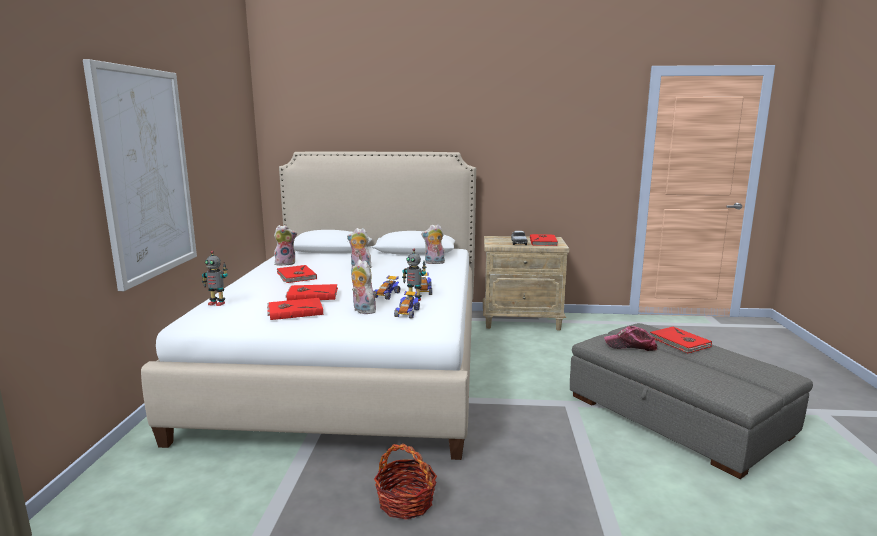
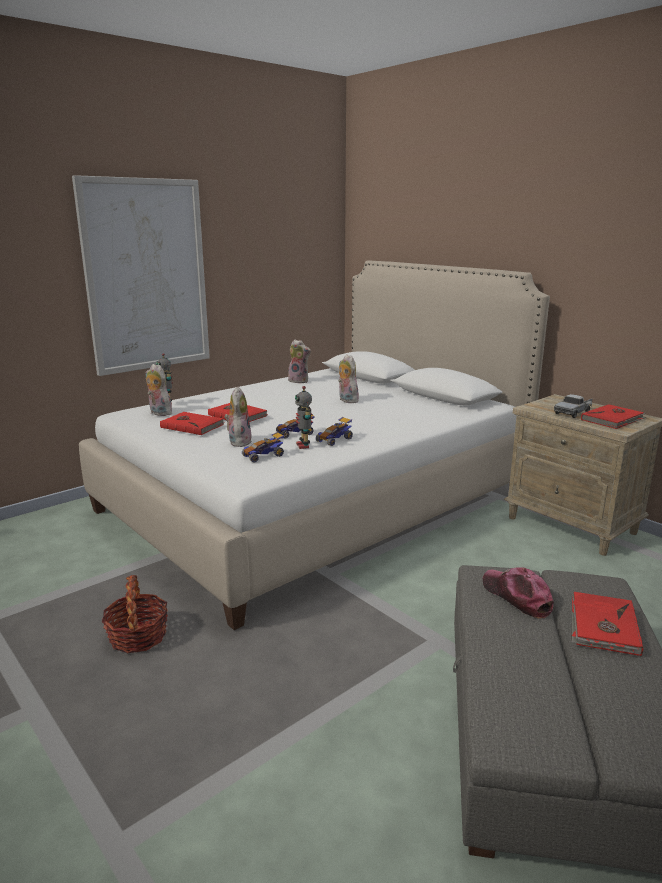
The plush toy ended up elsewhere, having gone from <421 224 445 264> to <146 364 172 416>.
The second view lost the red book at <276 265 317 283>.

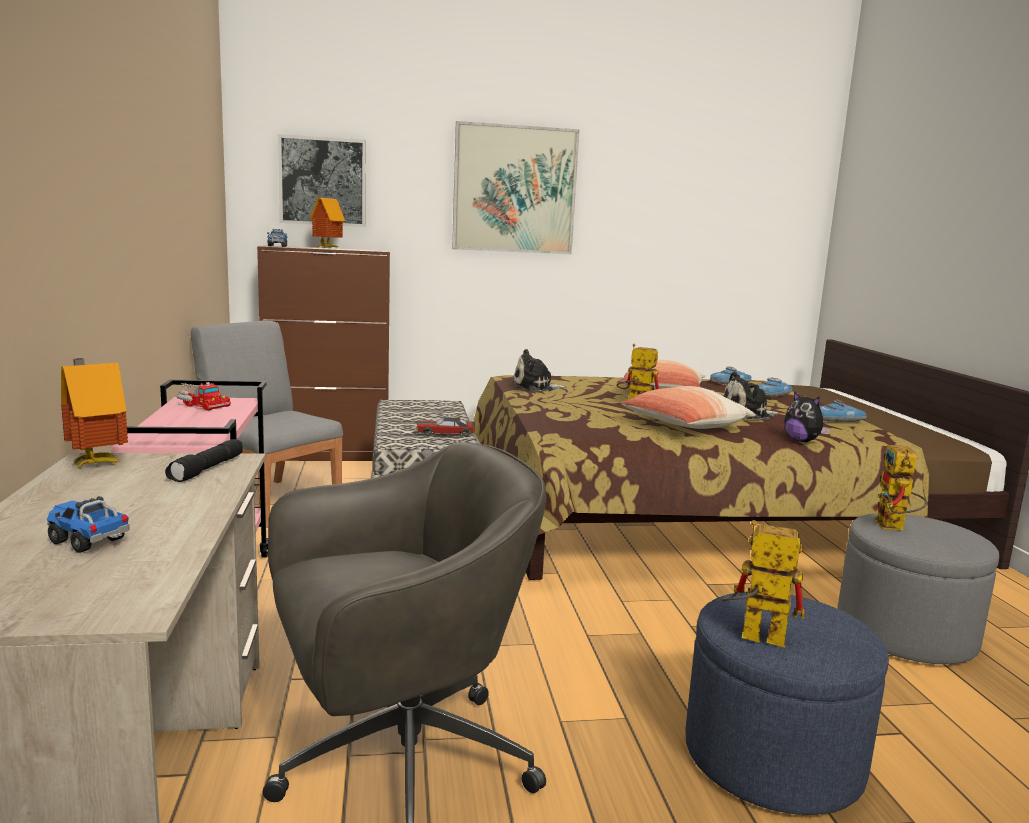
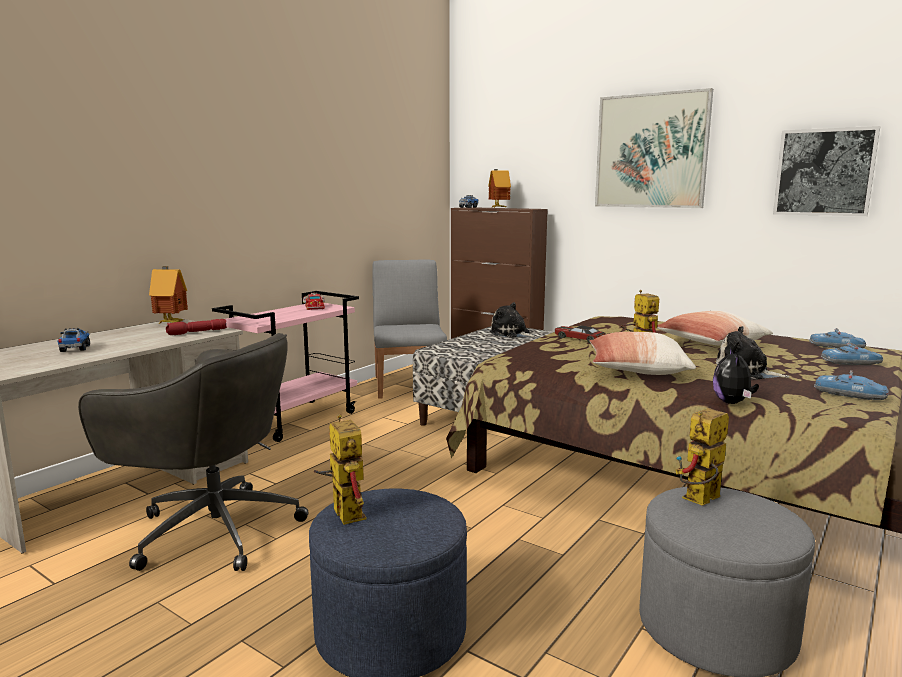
The picture ended up elsewhere, having gone from <278 134 366 227> to <773 126 881 216>.
The plush toy ended up elsewhere, having gone from <513 349 567 391> to <490 302 537 338>.
The toy car ended up elsewhere, having gone from <416 417 476 437> to <554 325 606 343>.
What was the black flashlight at <165 439 243 482> turned into the red flashlight at <166 319 227 335>.

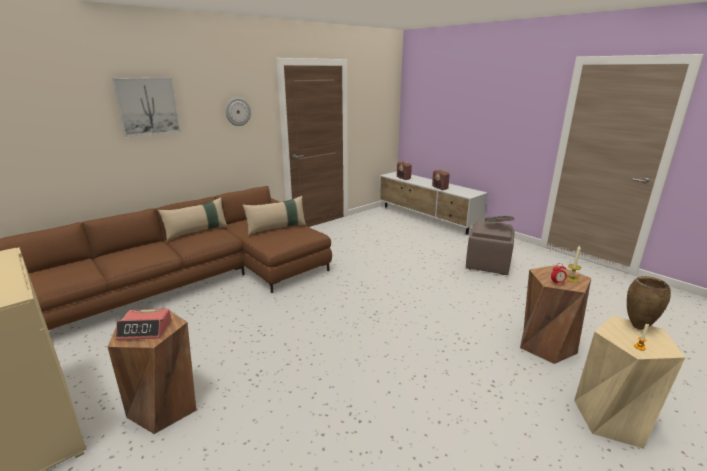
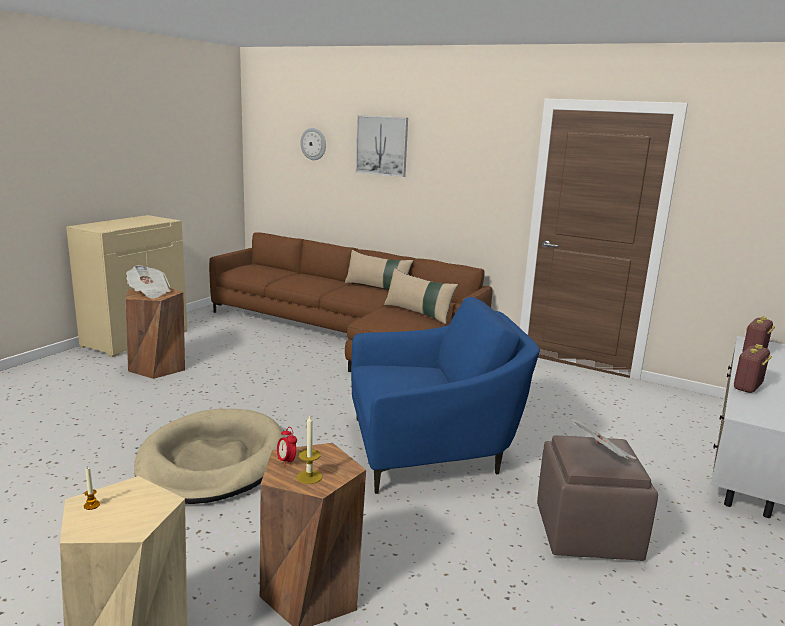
The wall clock ended up elsewhere, having gone from <225 98 251 126> to <300 128 326 160>.
The second view lost the brown vase at <627 276 671 330>.
Where the alarm clock stood at <116 309 172 340>, the newspaper came to stand at <126 265 171 299>.
The second view gained the blue armchair at <351 297 540 494>.
The second view gained the beige dog bed at <134 409 285 504>.

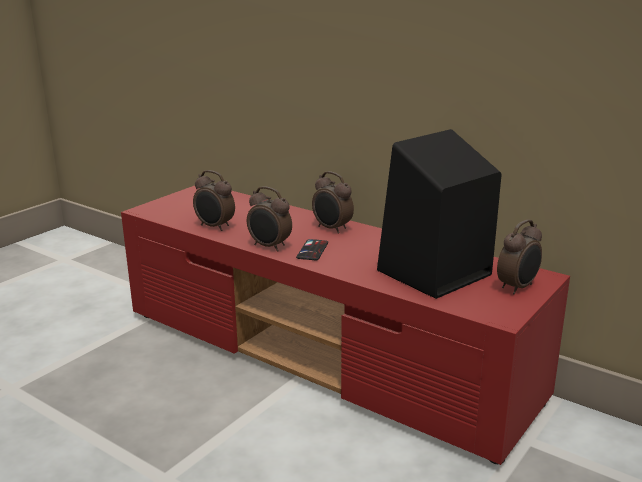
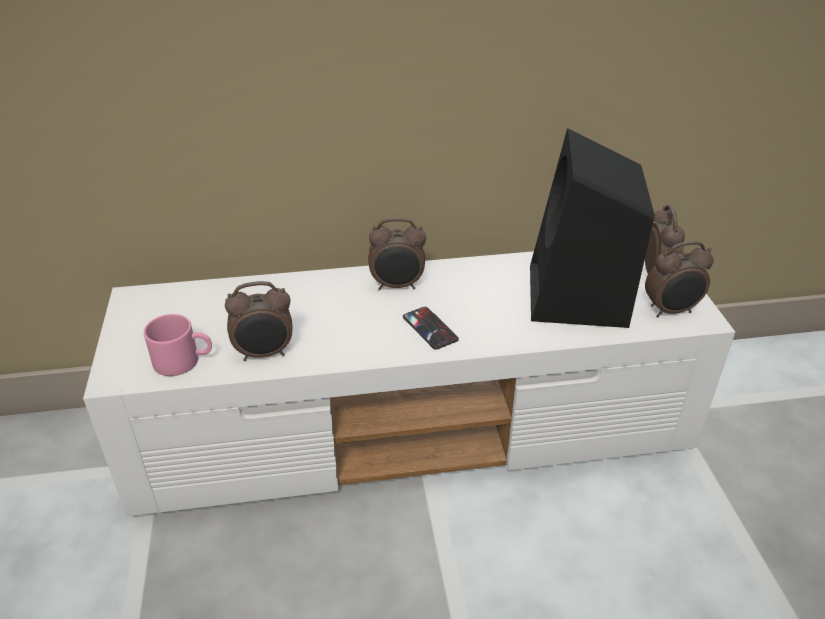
What was the red tv stand at <121 186 570 465> turned into the white tv stand at <83 251 735 516>.
The alarm clock ended up elsewhere, having gone from <247 186 292 251> to <645 241 714 317>.
The second view gained the pink mug at <144 314 212 376>.

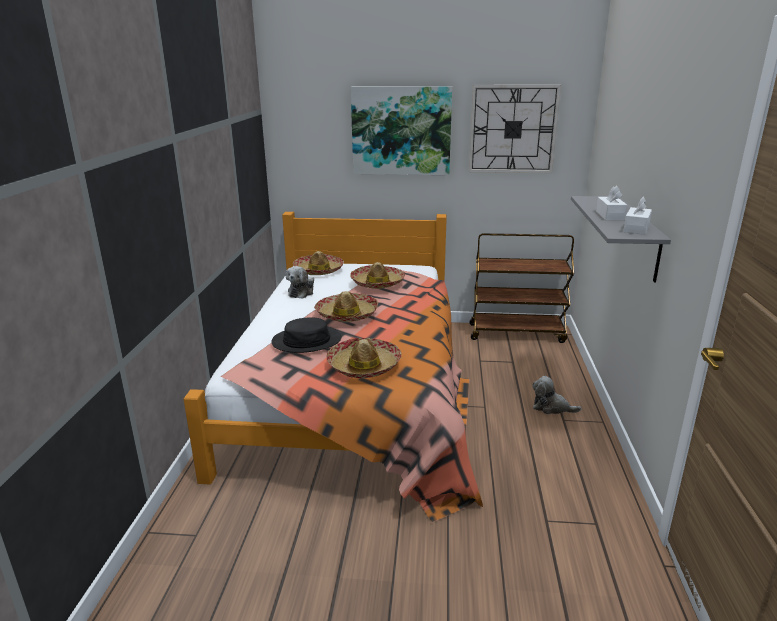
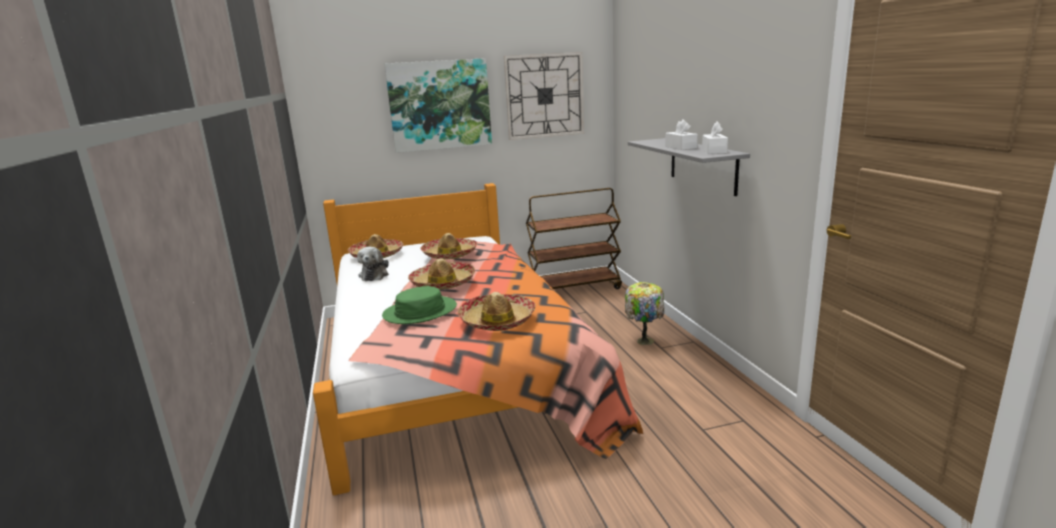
What was the black hat at <271 317 342 353> turned into the green hat at <382 286 457 324>.
Where the plush toy stood at <532 376 581 414>, the table lamp came to stand at <625 282 664 345>.

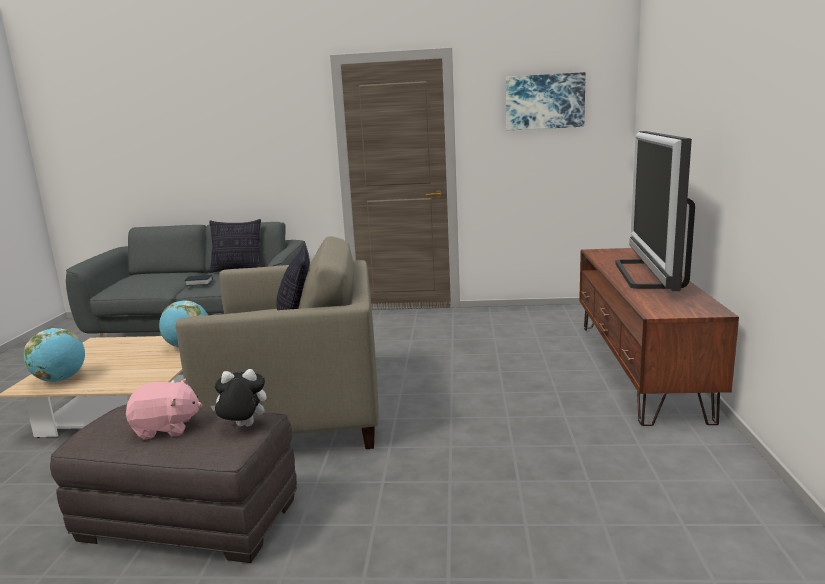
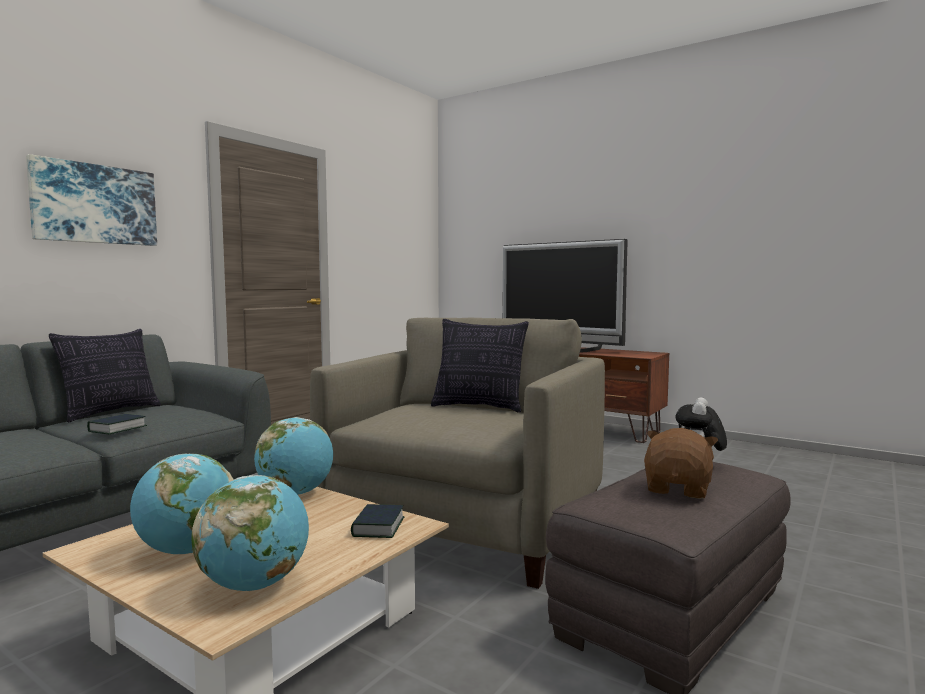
The picture ended up elsewhere, having gone from <506 72 586 130> to <26 154 157 246>.
What was the pink plush toy at <126 379 202 439> turned into the brown plush toy at <644 428 718 499>.
The second view gained the globe at <130 454 234 554>.
The second view gained the book at <351 504 404 538>.

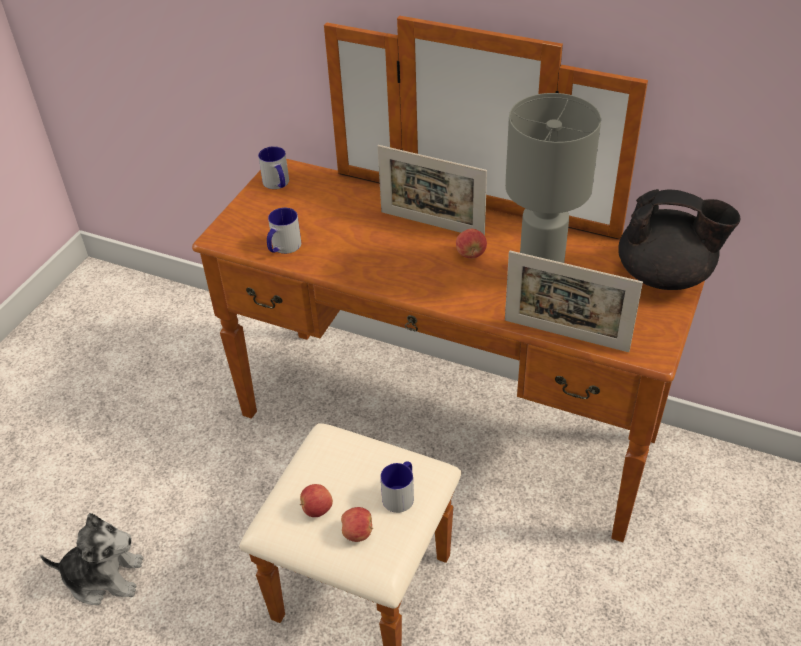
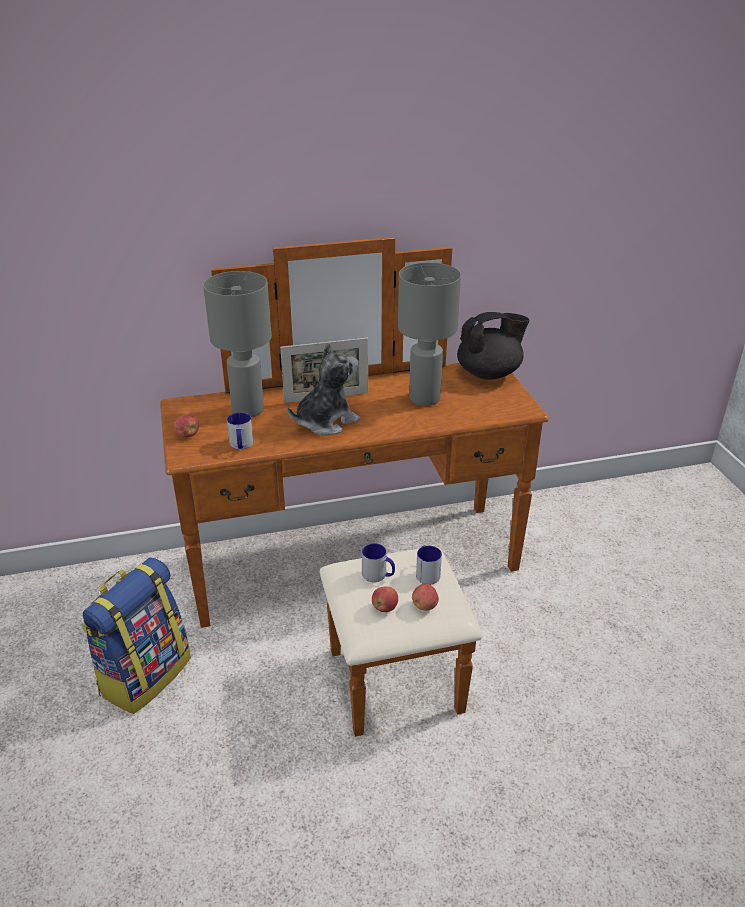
The mug ended up elsewhere, having gone from <258 146 289 189> to <362 543 395 582>.
The apple ended up elsewhere, having gone from <456 229 487 259> to <174 414 199 438>.
The second view lost the picture frame at <505 251 643 352>.
The plush toy ended up elsewhere, having gone from <40 513 144 605> to <288 343 360 435>.
The second view gained the grey table lamp at <203 271 272 417>.
The second view gained the backpack at <81 557 191 714>.

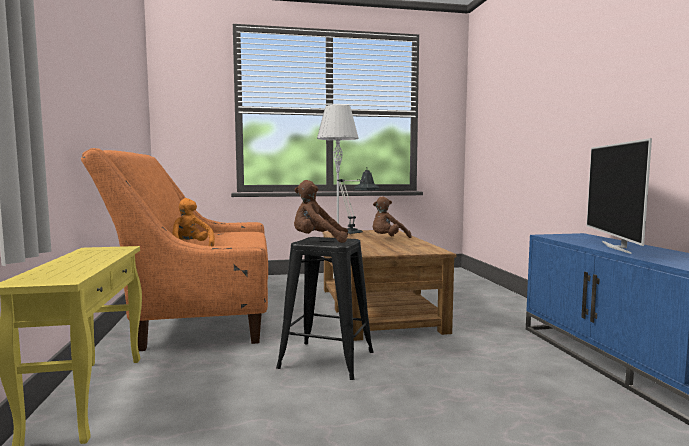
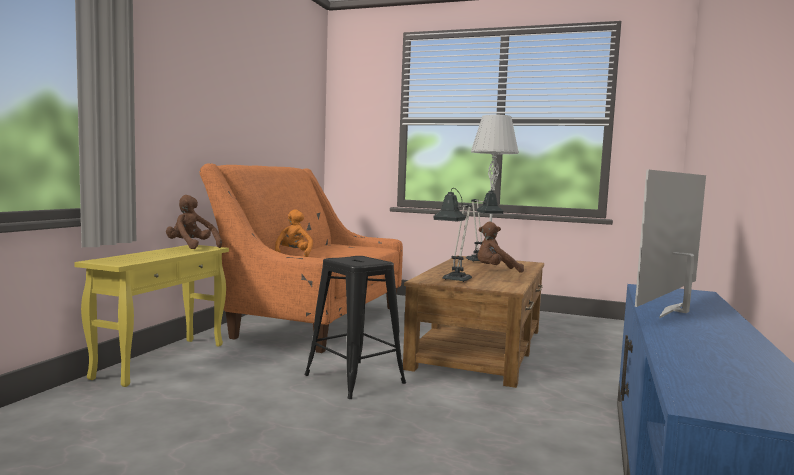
The brown plush toy ended up elsewhere, having gone from <294 180 348 243> to <166 195 222 249>.
The second view gained the table lamp at <433 188 472 282>.

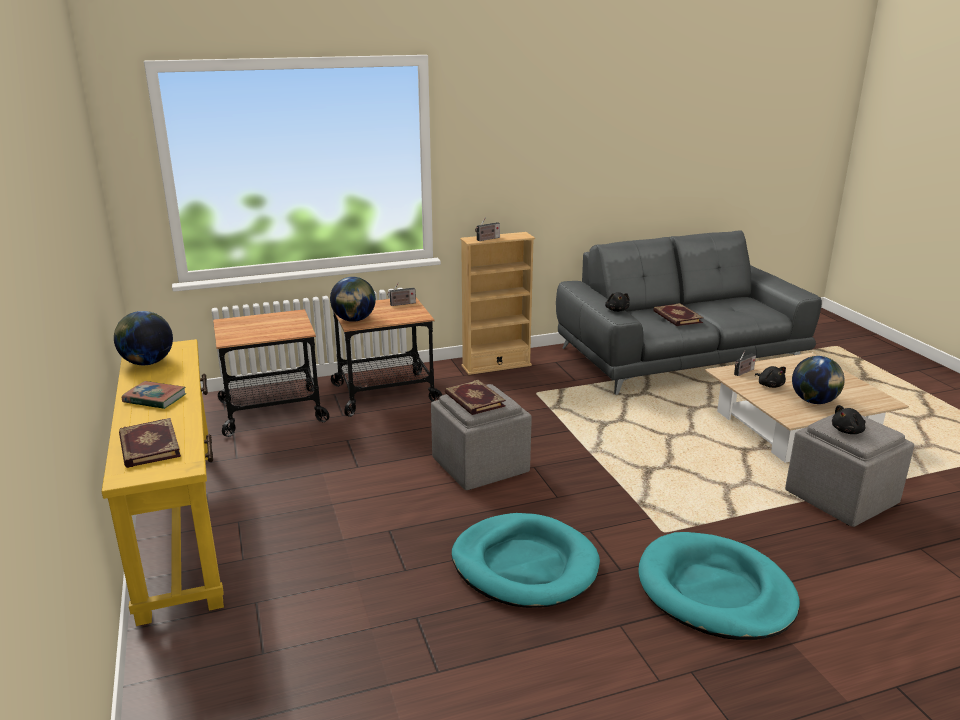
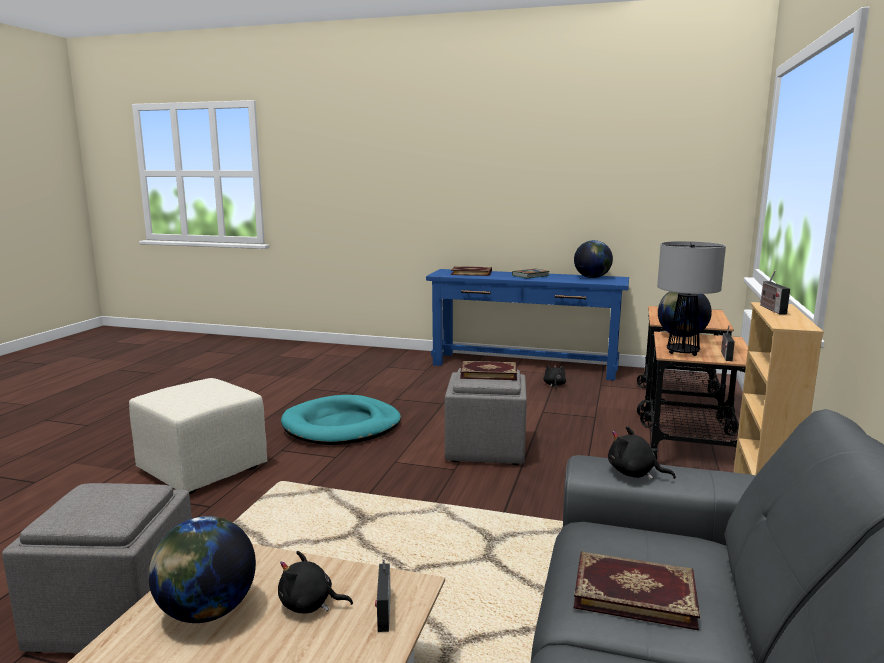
What was the yellow console table at <101 339 224 626> turned into the blue console table at <426 269 629 381>.
The black plush toy ended up elsewhere, having gone from <832 405 866 434> to <543 365 566 388>.
Where the turquoise dog bed stood at <638 532 800 640>, the beige ottoman came to stand at <129 378 267 494>.
The second view gained the table lamp at <657 241 726 356>.

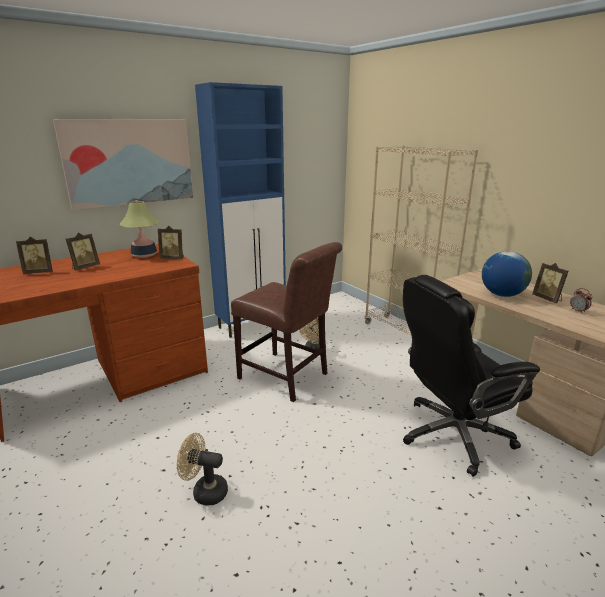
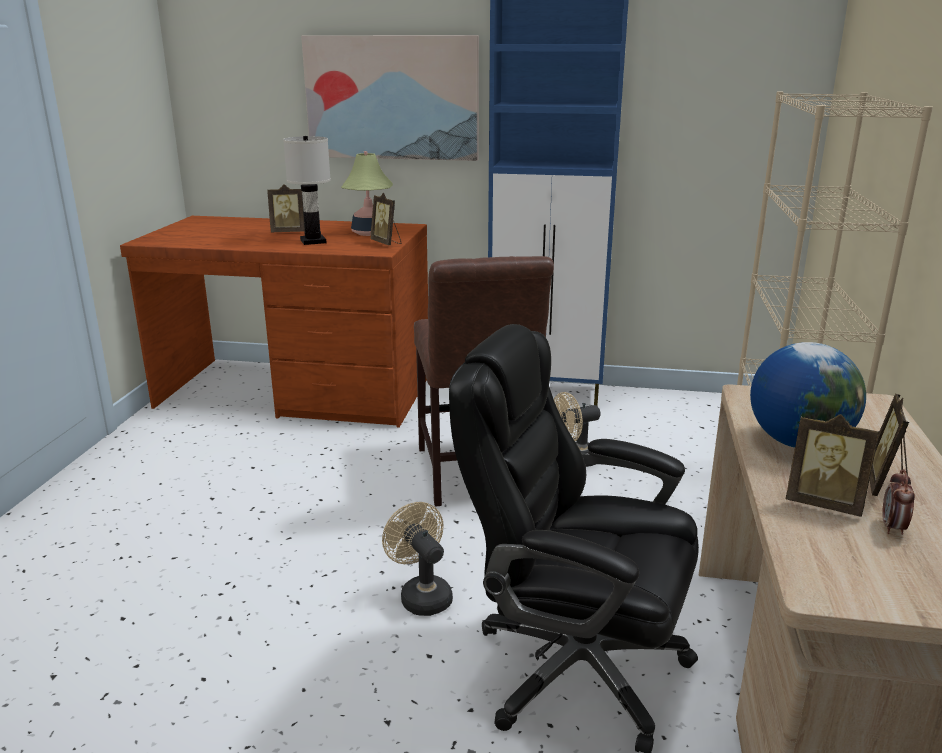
The picture frame ended up elsewhere, having gone from <16 237 53 274> to <786 414 879 517>.
The beige fan ended up elsewhere, having gone from <177 433 228 506> to <382 502 453 616>.
The second view gained the white table lamp at <283 136 331 245>.

